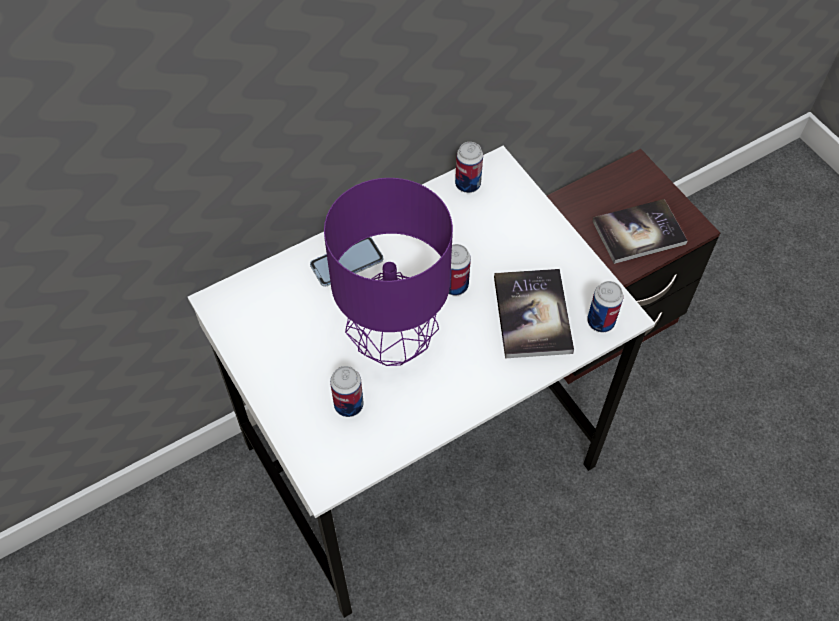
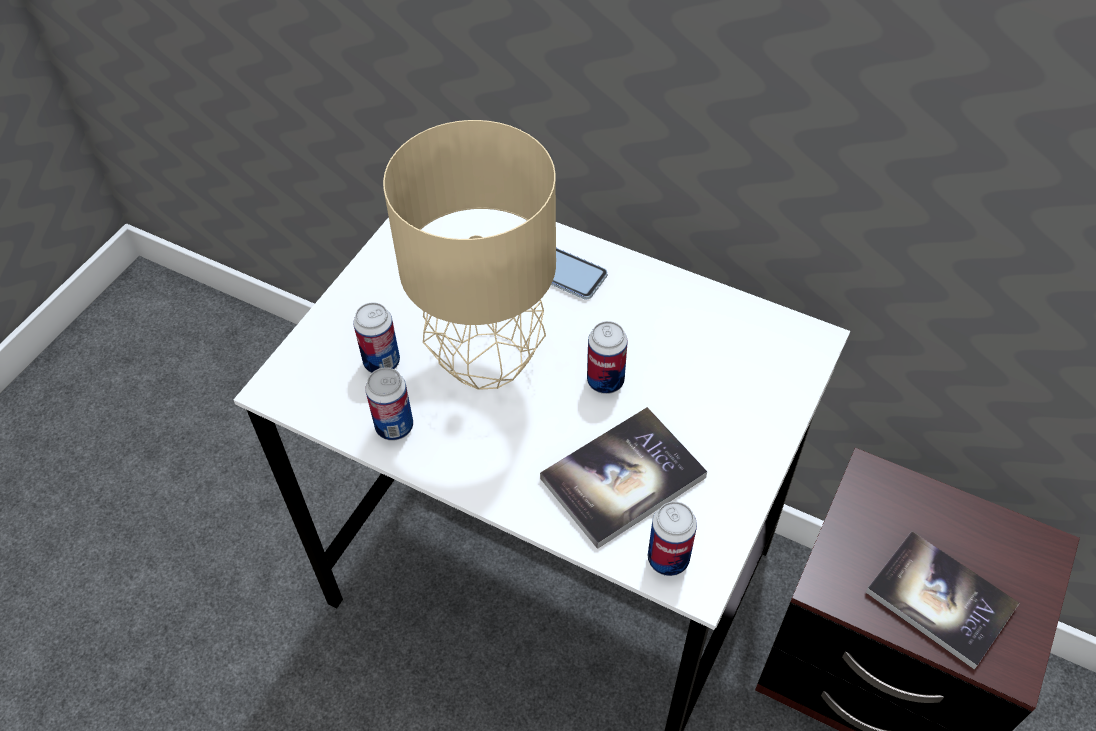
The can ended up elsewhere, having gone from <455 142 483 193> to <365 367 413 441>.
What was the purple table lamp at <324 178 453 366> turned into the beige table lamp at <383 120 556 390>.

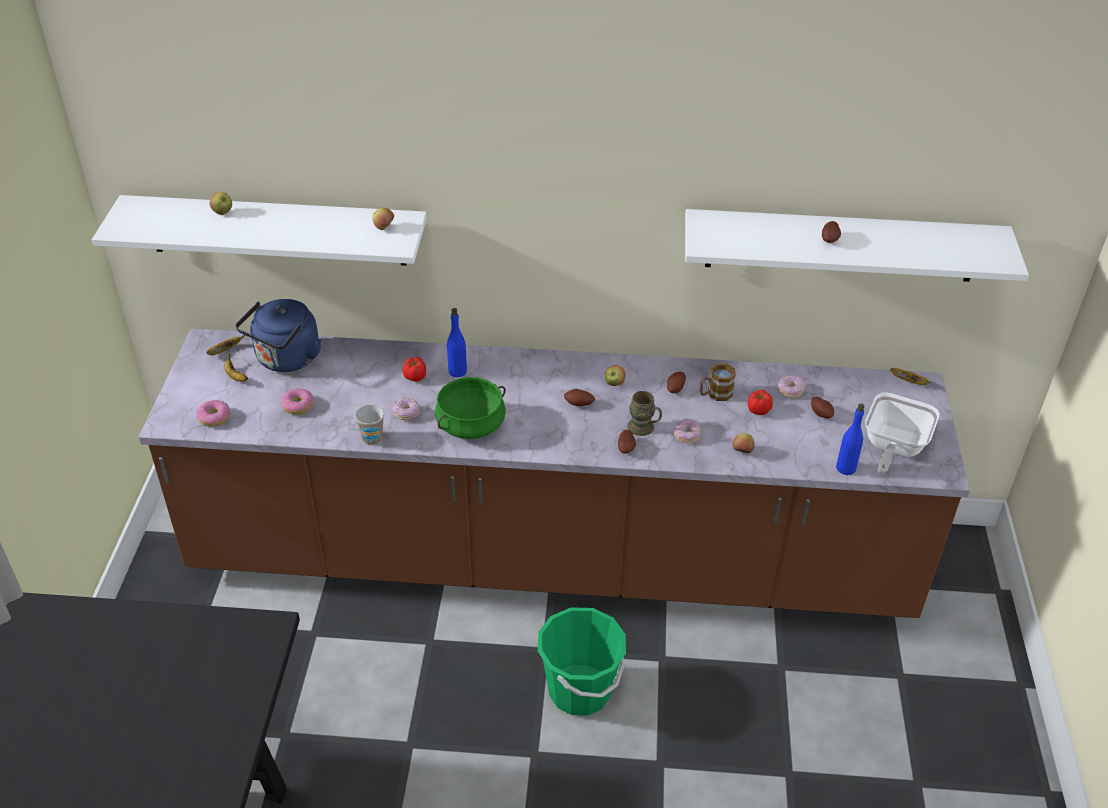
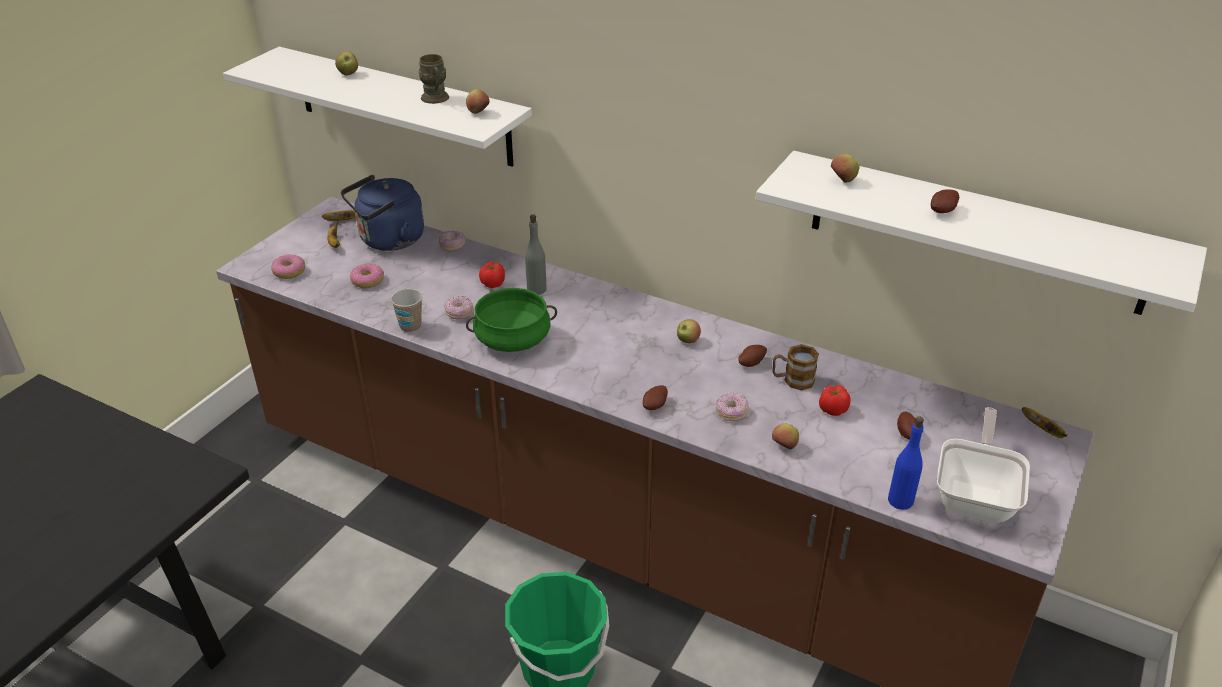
What was the blue bottle at <447 308 467 377> turned into the grey bottle at <525 214 547 295>.
The donut ended up elsewhere, having gone from <778 375 805 398> to <439 231 465 251>.
The second view lost the potato at <564 389 595 406>.
The brown mug ended up elsewhere, having gone from <627 391 662 436> to <418 54 449 104>.
The frying pan at <865 392 940 474> ended up facing another way, 150 degrees clockwise from before.
The second view gained the apple at <831 154 859 183>.

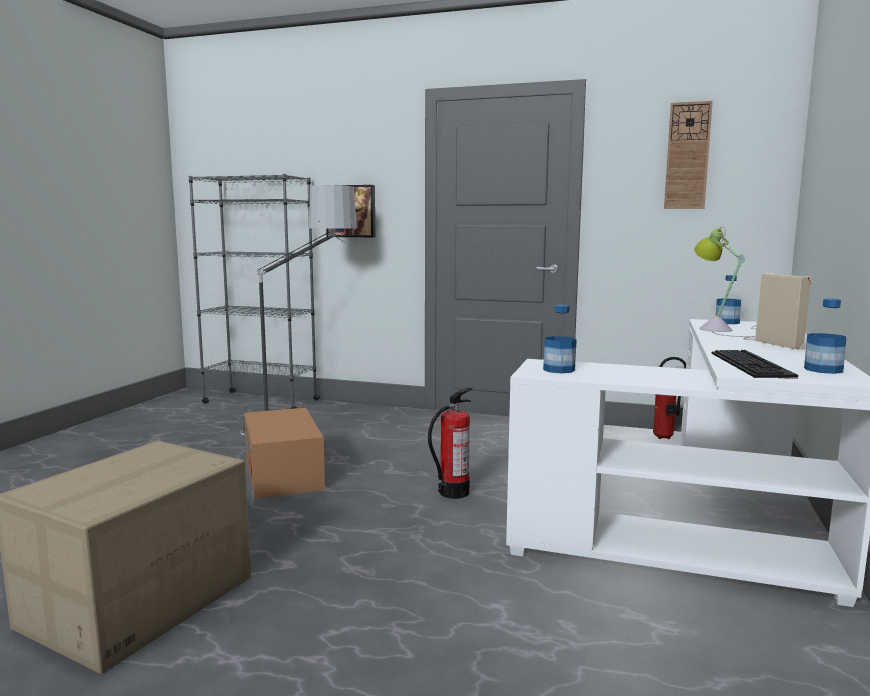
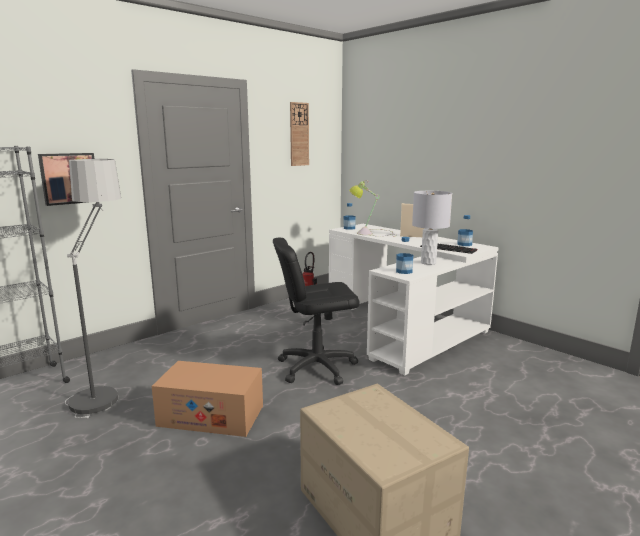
Where the fire extinguisher stood at <428 387 473 499>, the black office chair came to stand at <273 238 360 385>.
The second view gained the grey table lamp at <412 191 452 265>.

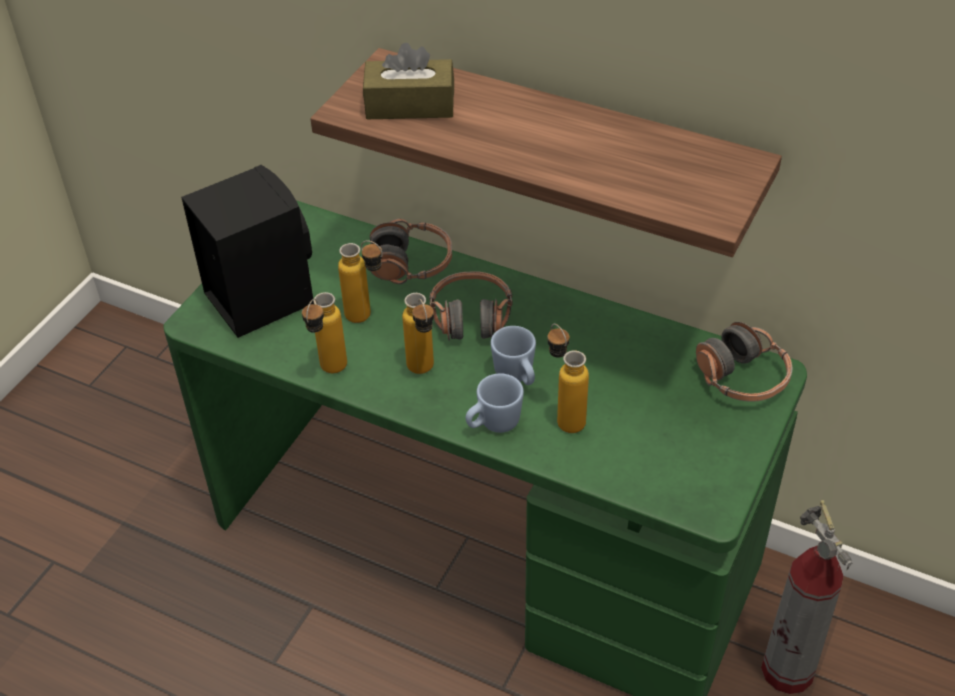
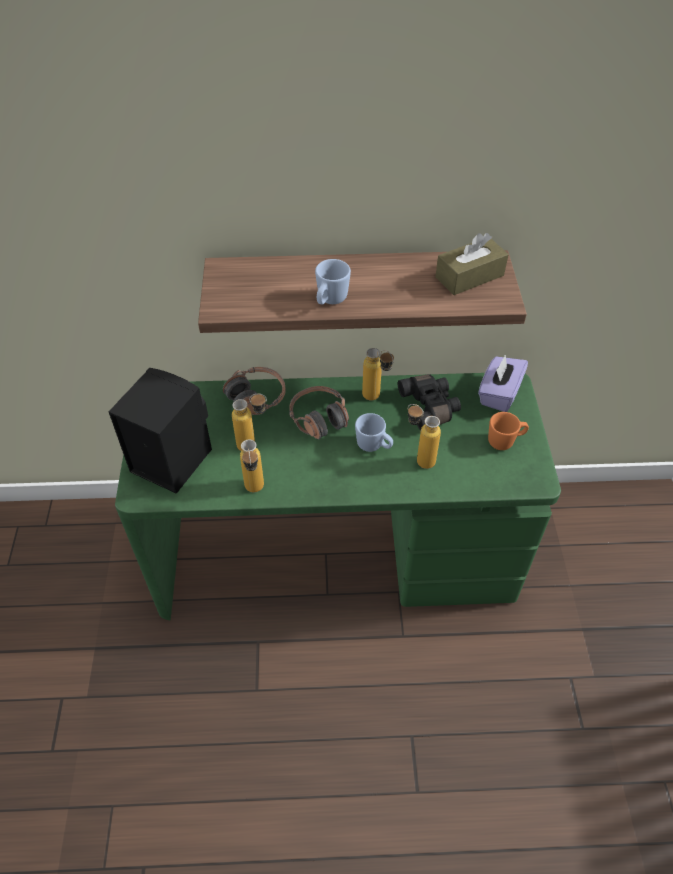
The brown tissue box ended up elsewhere, having gone from <363 43 454 119> to <435 233 509 295>.
The bottle ended up elsewhere, having gone from <402 293 434 374> to <362 348 394 400>.
Where the headphones stood at <696 322 792 402>, the purple tissue box came to stand at <478 355 528 412>.
The blue mug ended up elsewhere, having gone from <466 373 524 433> to <315 259 351 305>.
The second view lost the fire extinguisher at <761 500 853 694>.
The second view gained the black binoculars at <398 374 461 431>.
The second view gained the orange mug at <488 412 529 450>.

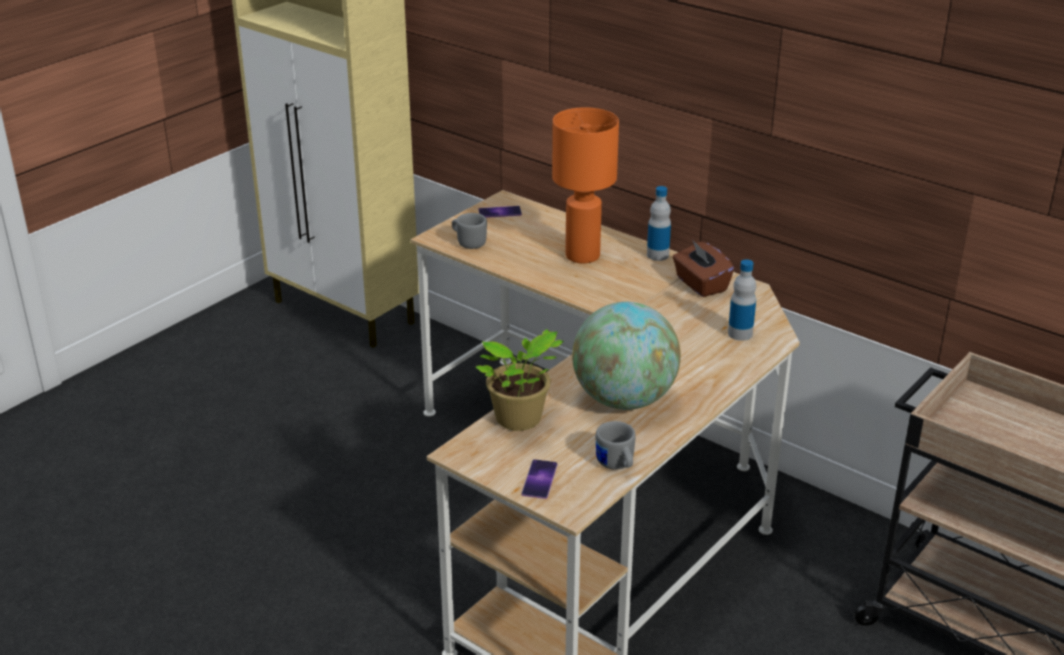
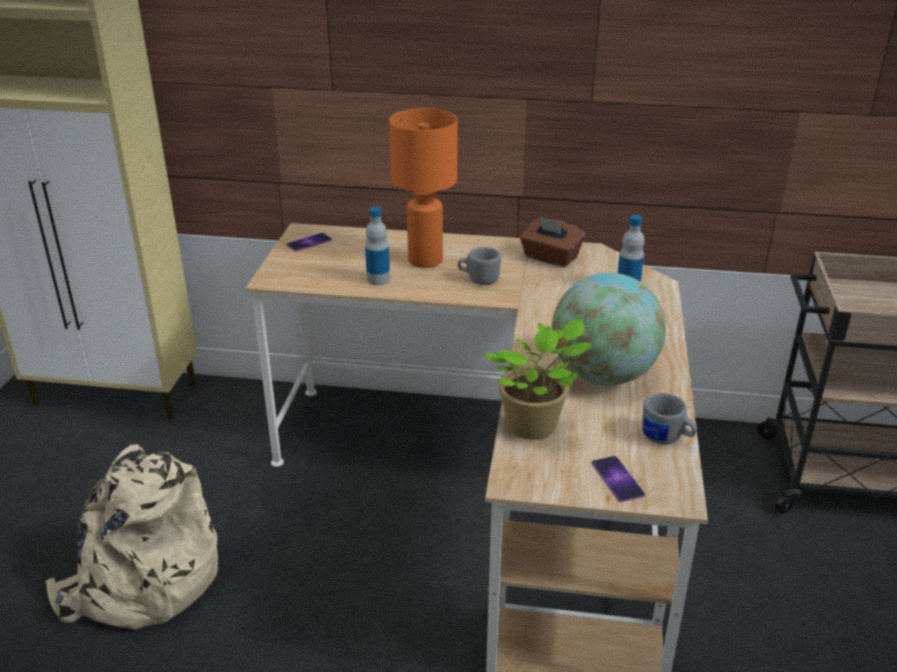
The bottle ended up elsewhere, having gone from <647 186 671 261> to <365 207 390 285>.
The grey mug ended up elsewhere, having gone from <452 213 487 249> to <457 247 501 285>.
The second view gained the beige backpack at <45 444 218 630>.

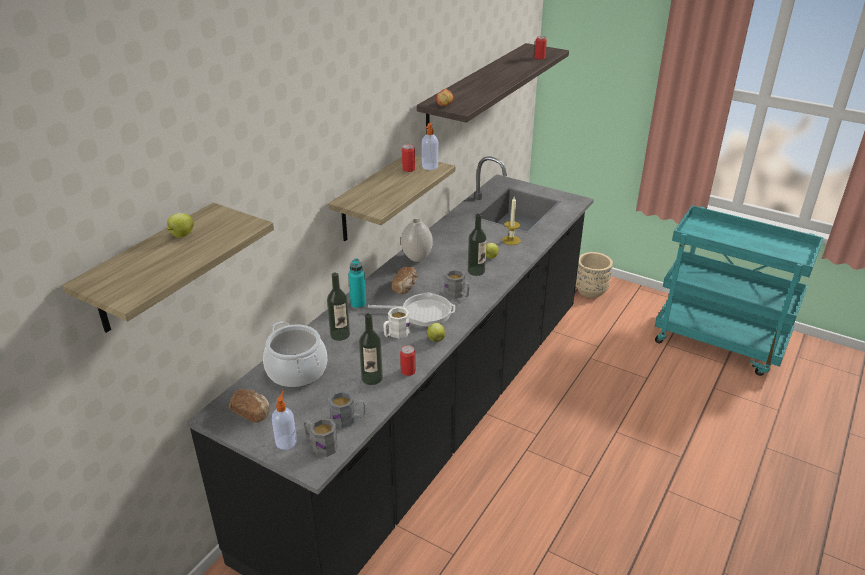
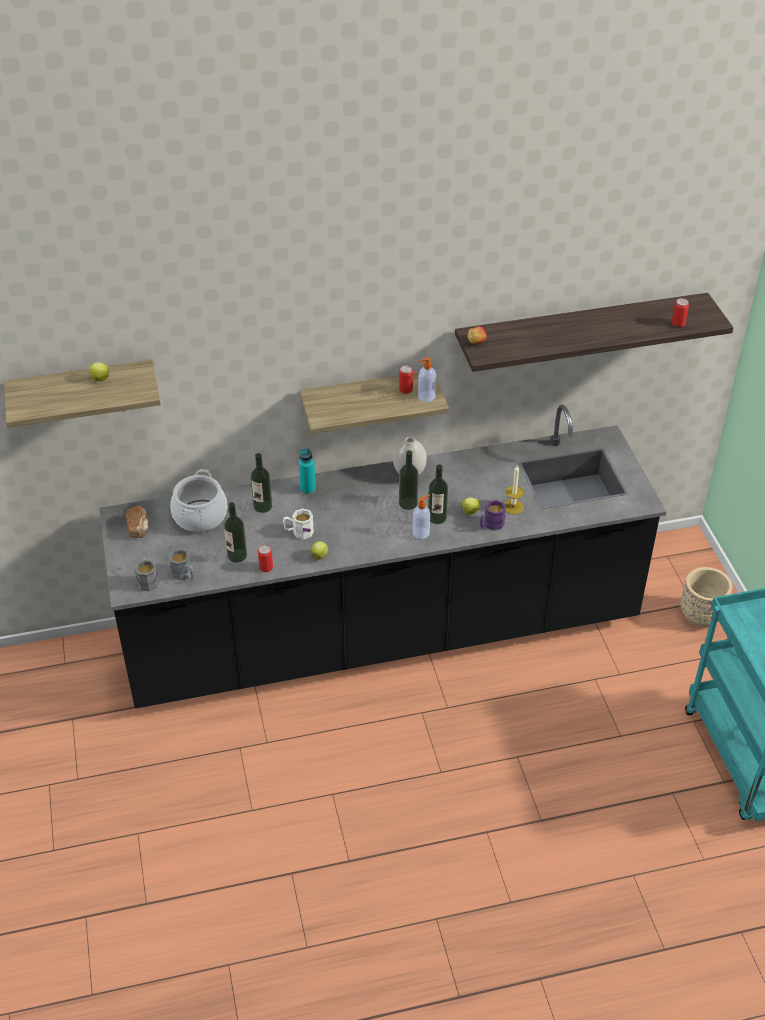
The second view lost the bread at <392 267 418 294>.
The second view lost the grey mug at <445 269 470 299>.
The second view lost the frying pan at <368 292 455 327>.
The soap dispenser ended up elsewhere, having gone from <272 391 297 450> to <413 495 430 539>.
The second view gained the bottle at <399 450 418 510>.
The second view gained the purple mug at <480 500 506 530>.

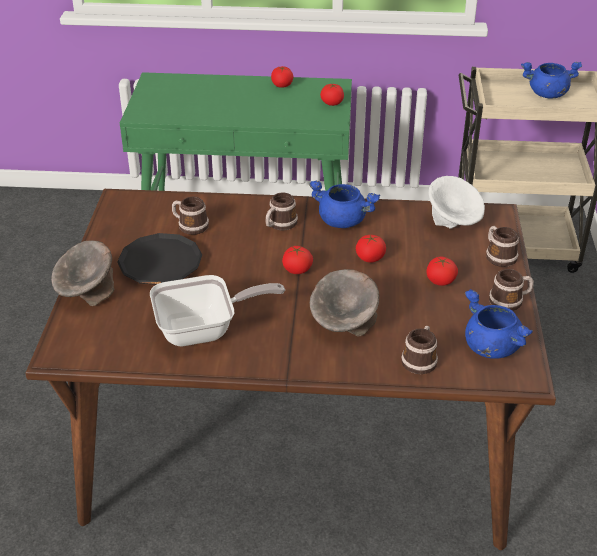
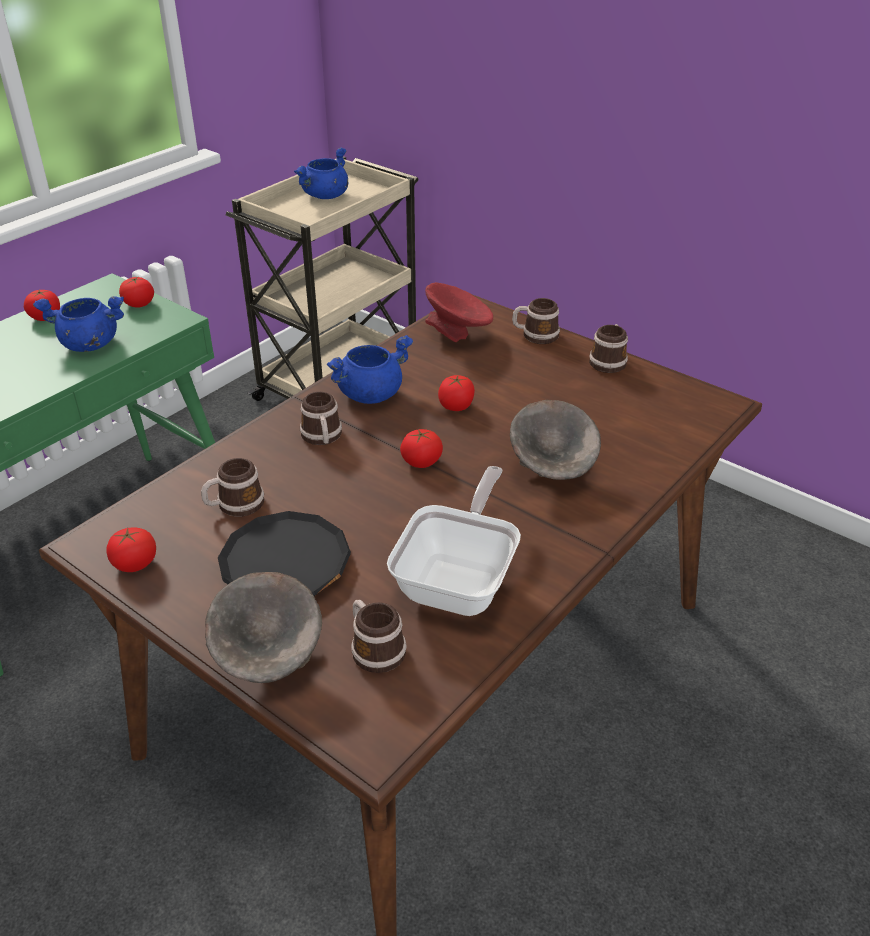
What was the white bowl at <428 176 485 229> turned into the red bowl at <425 282 493 342>.
The tomato ended up elsewhere, having gone from <426 257 458 286> to <106 527 156 572>.
The blue cooking pot ended up elsewhere, having gone from <465 289 533 359> to <33 296 124 352>.
The mug ended up elsewhere, having gone from <401 326 438 374> to <351 600 407 673>.

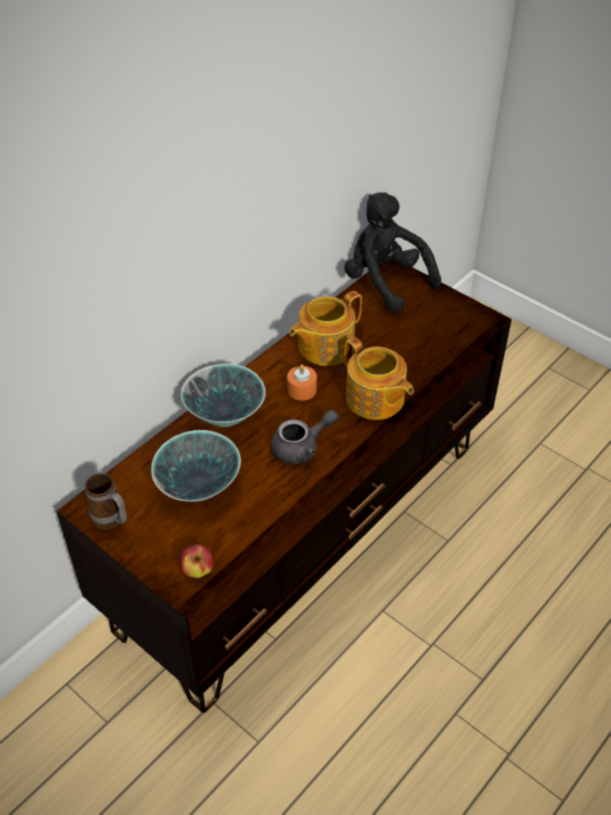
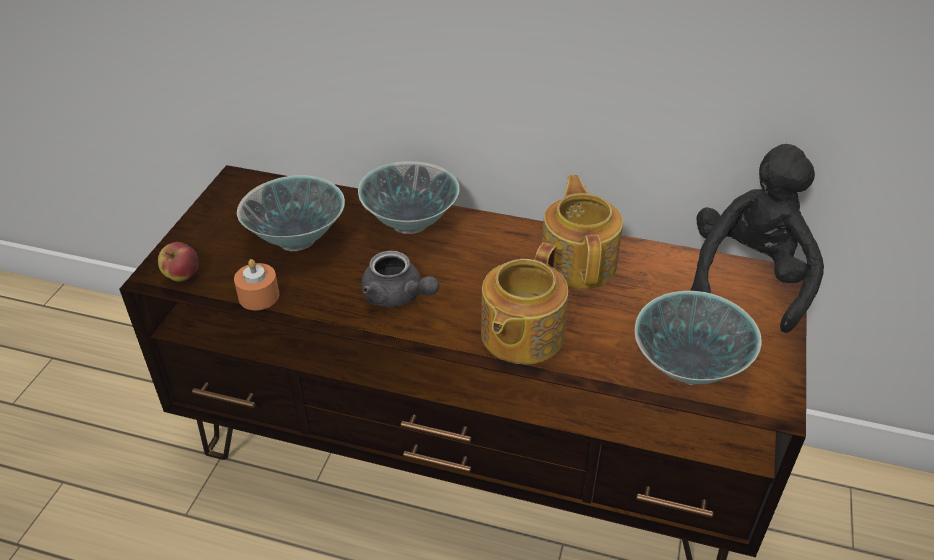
The teapot at <289 291 362 366> ended up facing another way, 60 degrees clockwise from before.
The orange candle ended up elsewhere, having gone from <287 364 317 401> to <234 259 279 310>.
The second view lost the mug at <85 473 127 530>.
The second view gained the bowl at <635 291 762 385>.

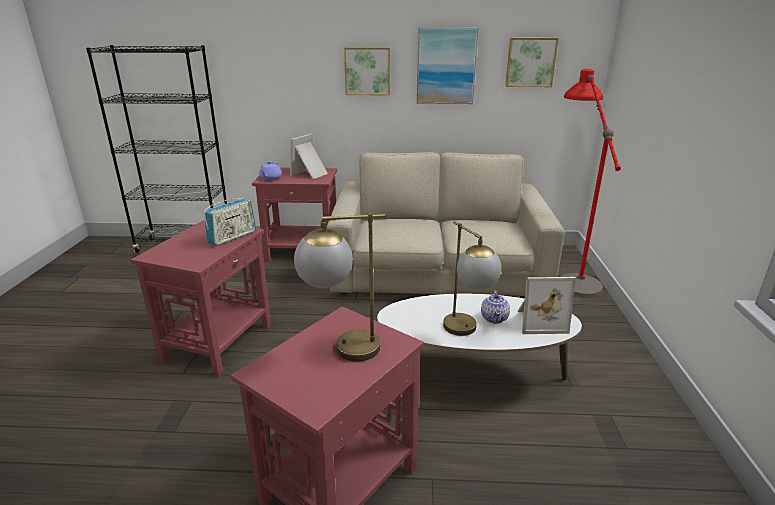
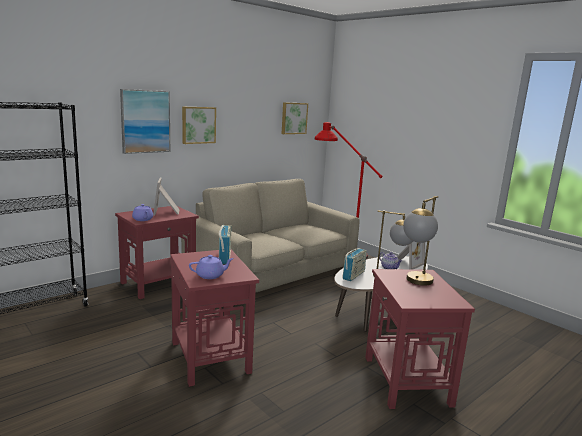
The picture ended up elsewhere, having gone from <417 27 479 104> to <120 89 170 154>.
The second view gained the radio at <342 248 366 281>.
The second view gained the purple teapot at <189 255 234 279>.

